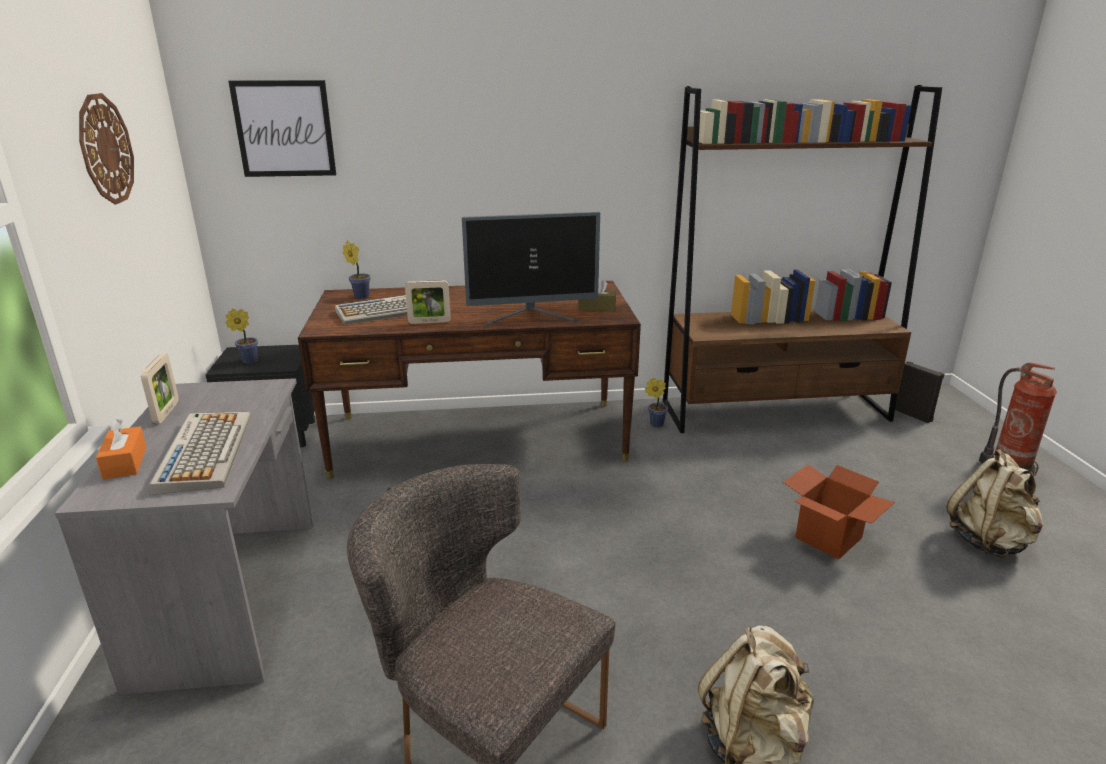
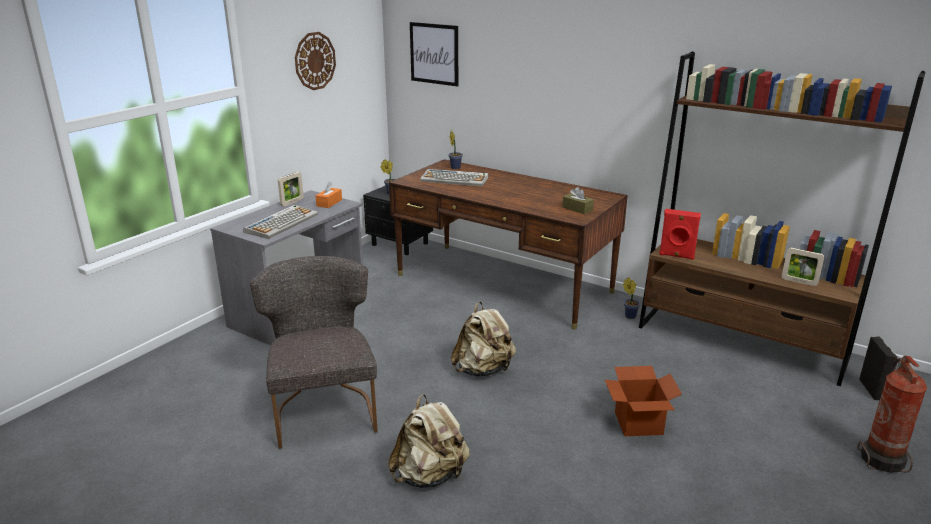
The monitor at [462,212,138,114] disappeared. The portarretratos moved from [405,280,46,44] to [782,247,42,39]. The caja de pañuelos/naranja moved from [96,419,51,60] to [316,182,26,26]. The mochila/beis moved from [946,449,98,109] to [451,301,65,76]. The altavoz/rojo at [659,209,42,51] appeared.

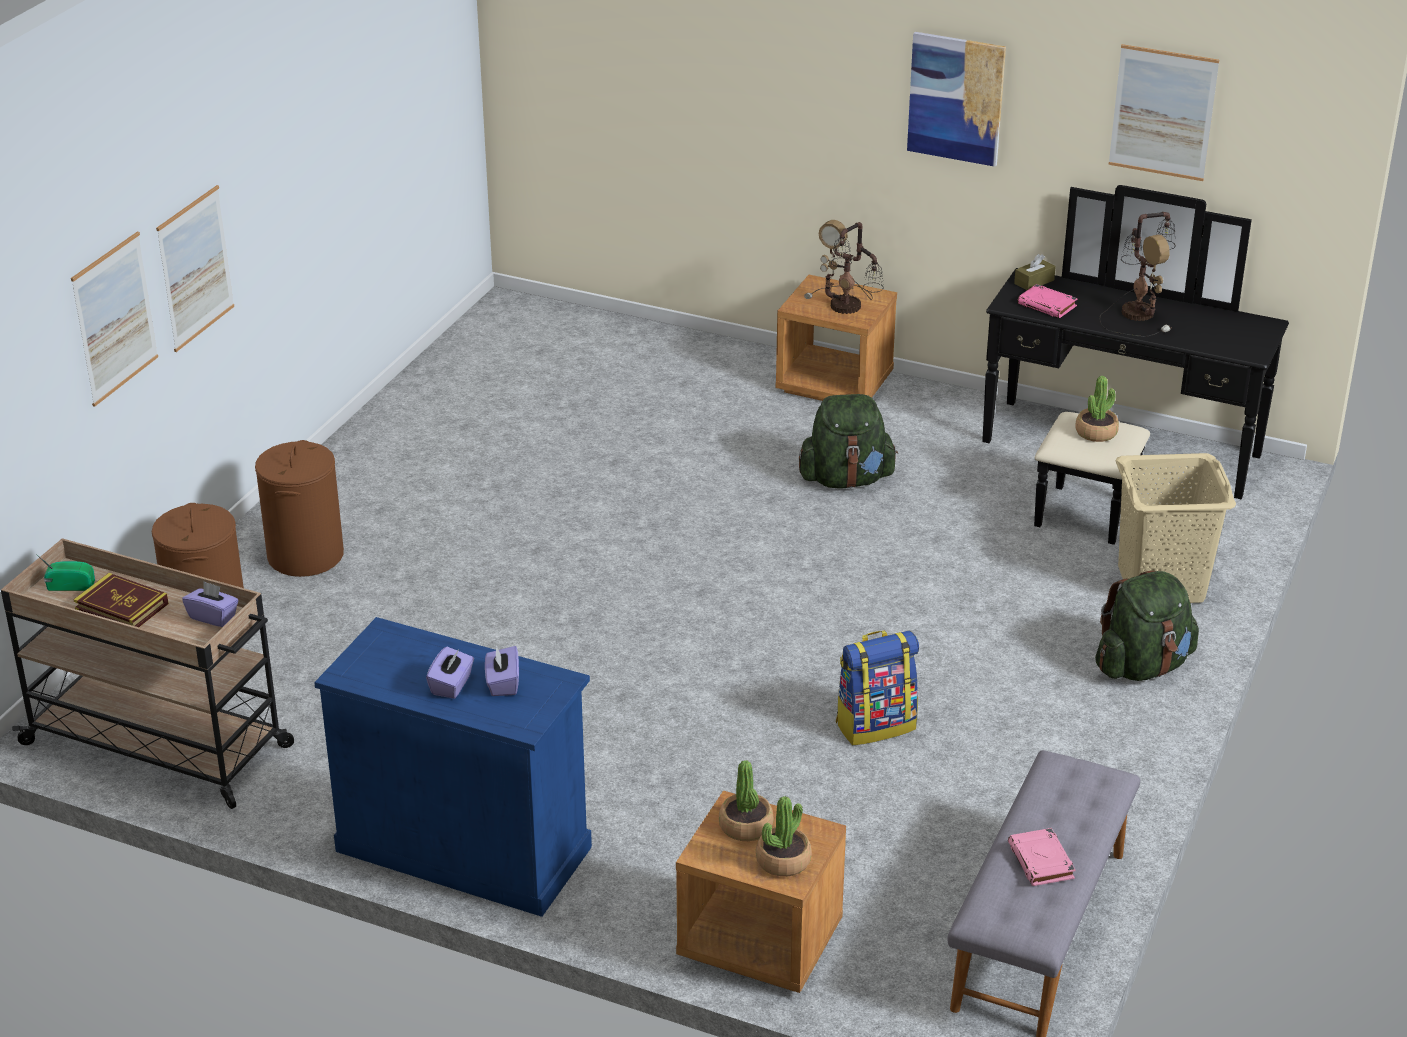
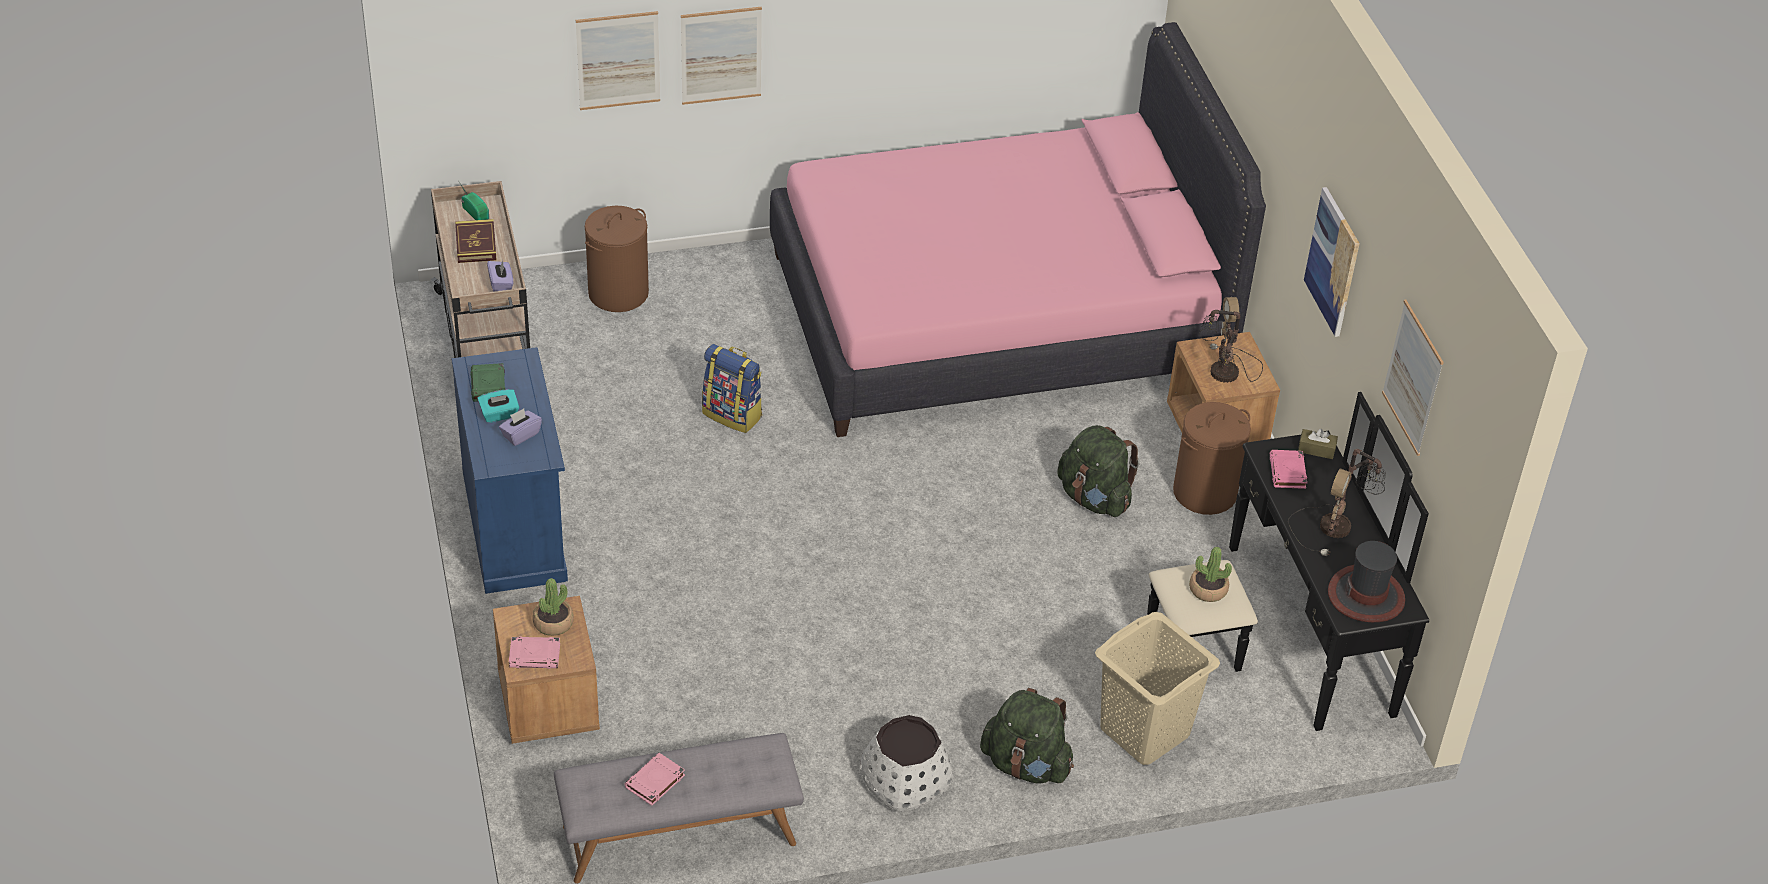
The cesto de la ropa/marrón moved from [255,440,89,137] to [1173,402,78,113]. The mochila moved from [836,631,83,114] to [702,344,60,89]. The caja de pañuelos/morado at [426,647,48,52] became the caja de pañuelos/turquesa at [477,389,42,34]. The planta en maceta at [756,796,56,81] was replaced by the libro/rosa at [509,636,51,33]. The cama/rosa at [770,22,496,415] appeared. The libro/verde at [471,363,34,39] appeared. The sombrero at [1328,541,77,81] appeared. The maceta/blanco at [860,715,93,97] appeared.

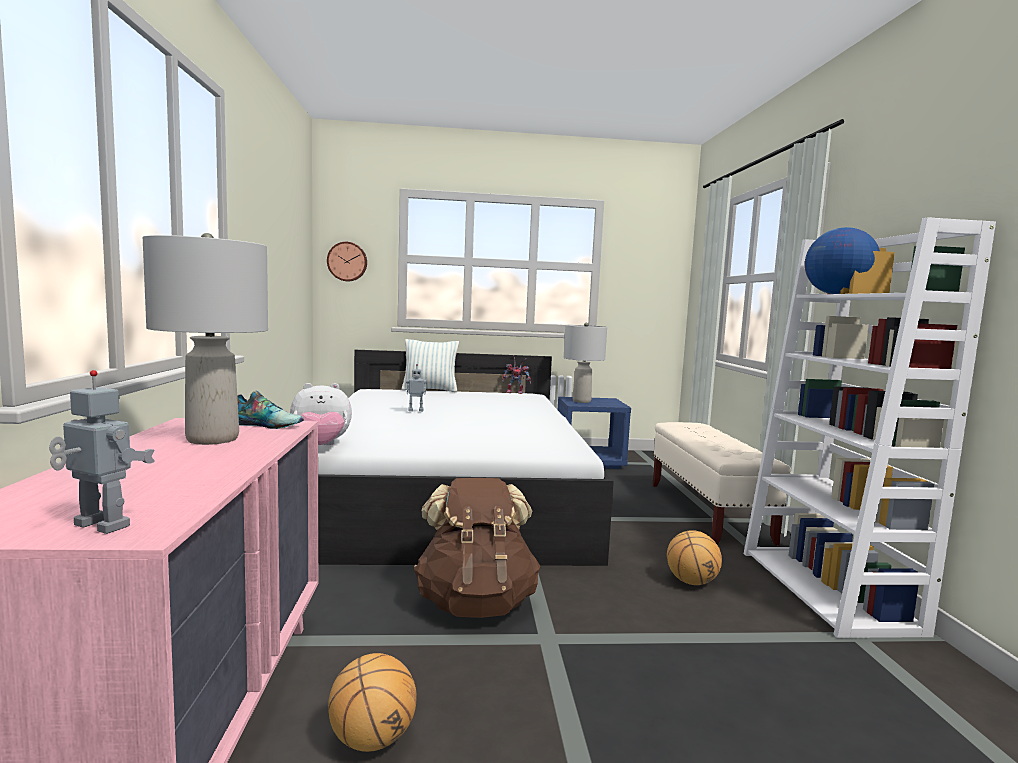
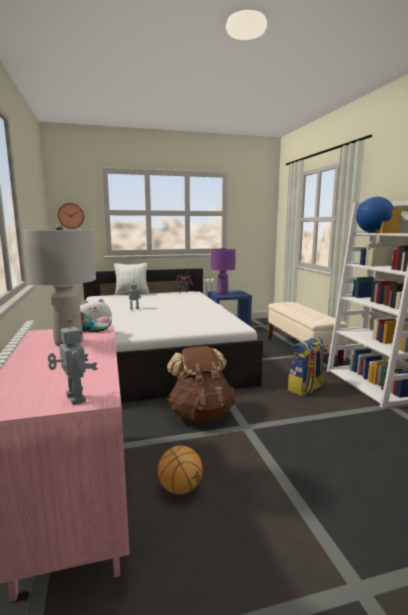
The lámpara de mesa/gris at [564,323,43,80] became the lámpara de mesa/morado at [211,248,25,47]. The robot de juguete at [49,370,106,164] turned 45 degrees clockwise. The balón de baloncesto at [667,530,55,55] was replaced by the mochila at [288,337,37,59].

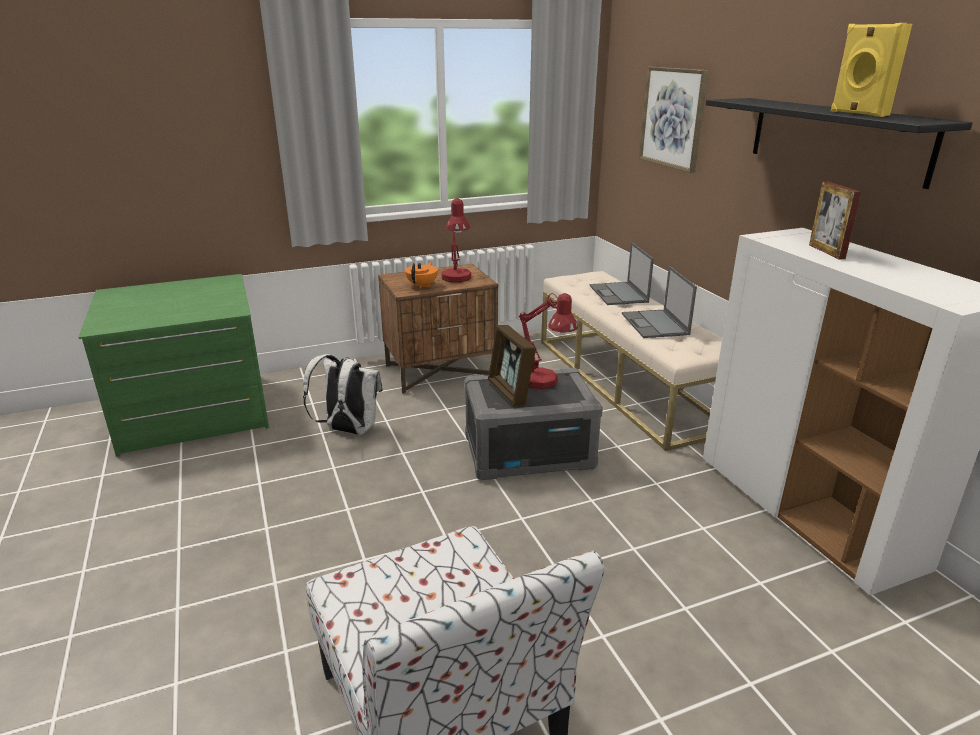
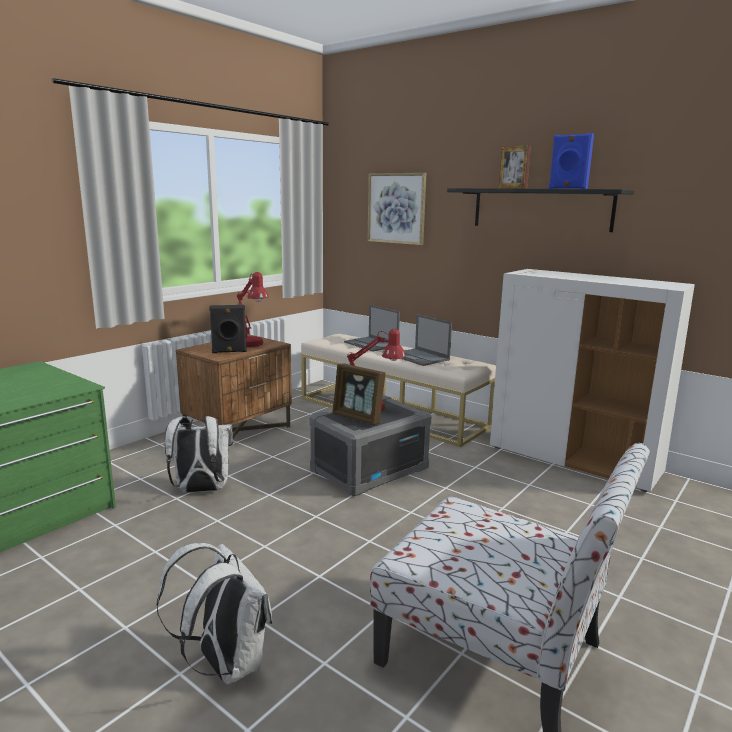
The altavoz/amarillo at [831,23,81,94] became the altavoz/azul at [549,133,45,56]. The portarretratos moved from [809,182,53,78] to [499,145,32,44]. The tetera/naranja at [405,262,33,27] was replaced by the altavoz/negro at [209,305,38,48]. The mochila/blanco at [157,543,115,142] appeared.

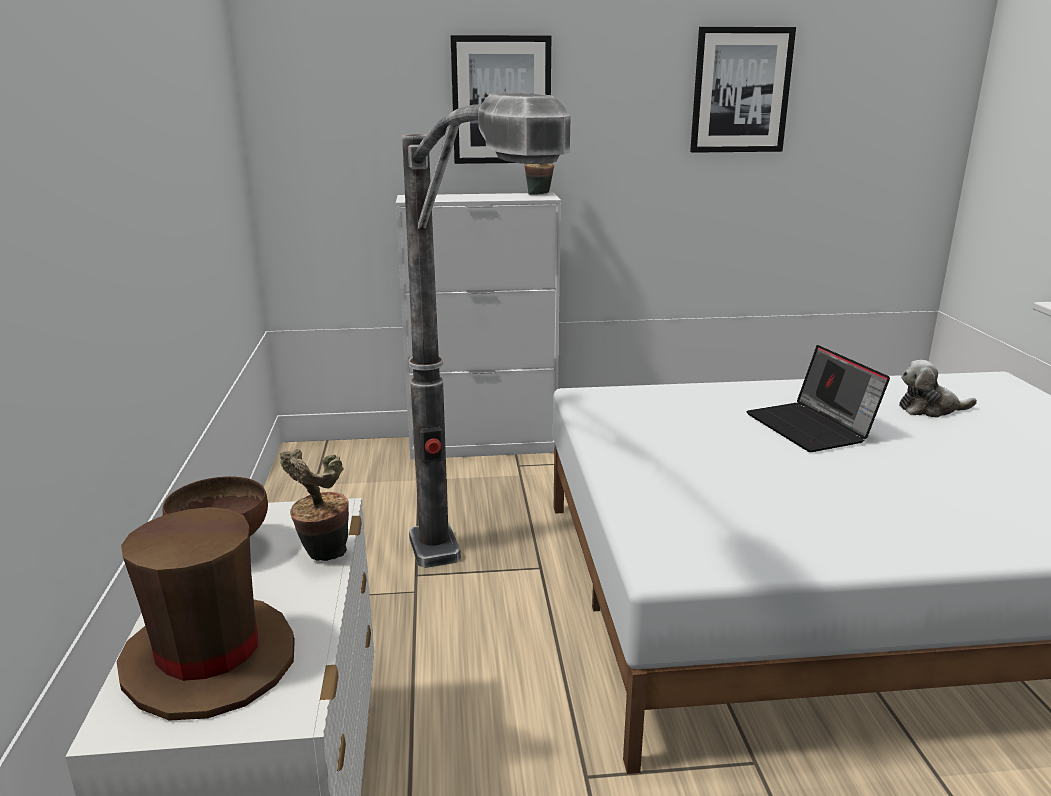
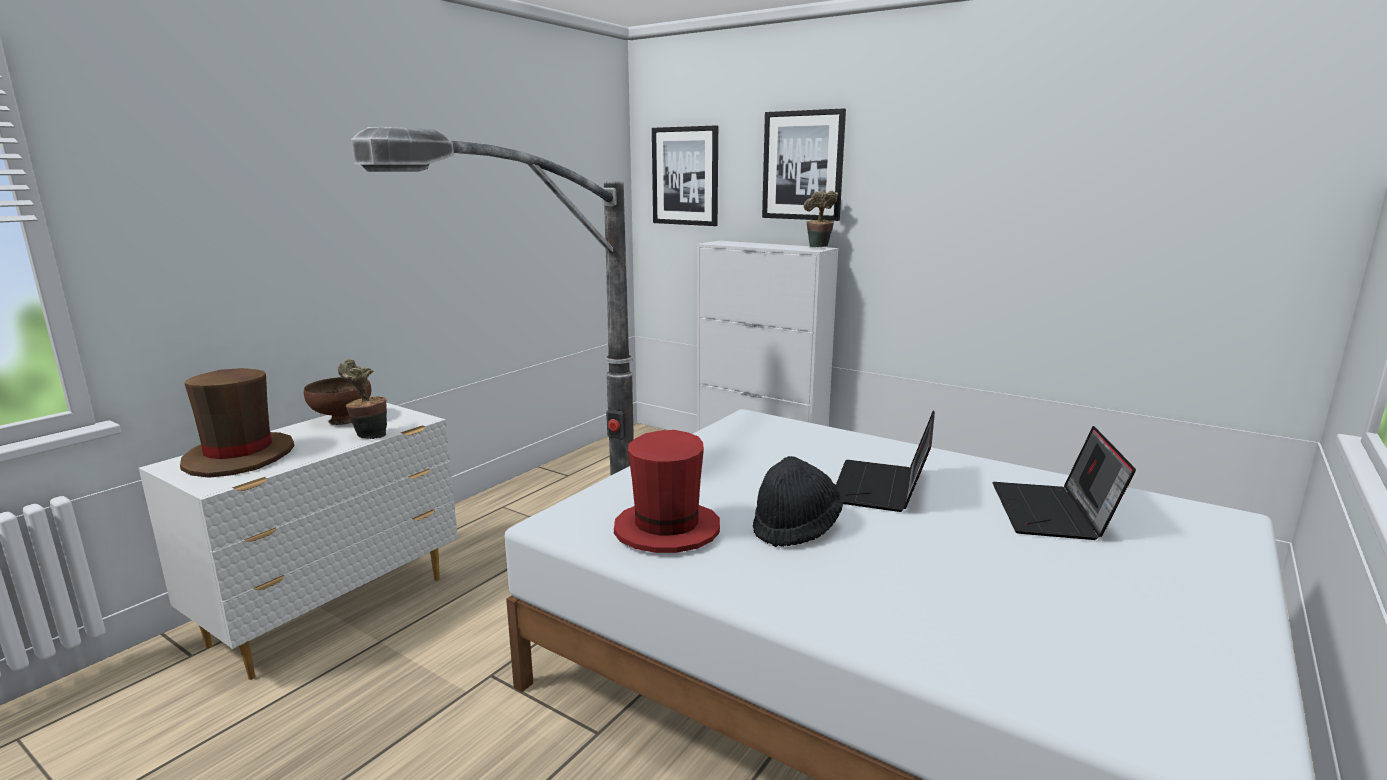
The cuadro moved from [690,27,106,126] to [652,125,66,101]. The peluche at [899,360,78,58] was replaced by the portátil at [992,426,144,114]. The sombrero/rojo at [614,430,106,123] appeared. The sombrero/negro at [753,456,90,91] appeared.

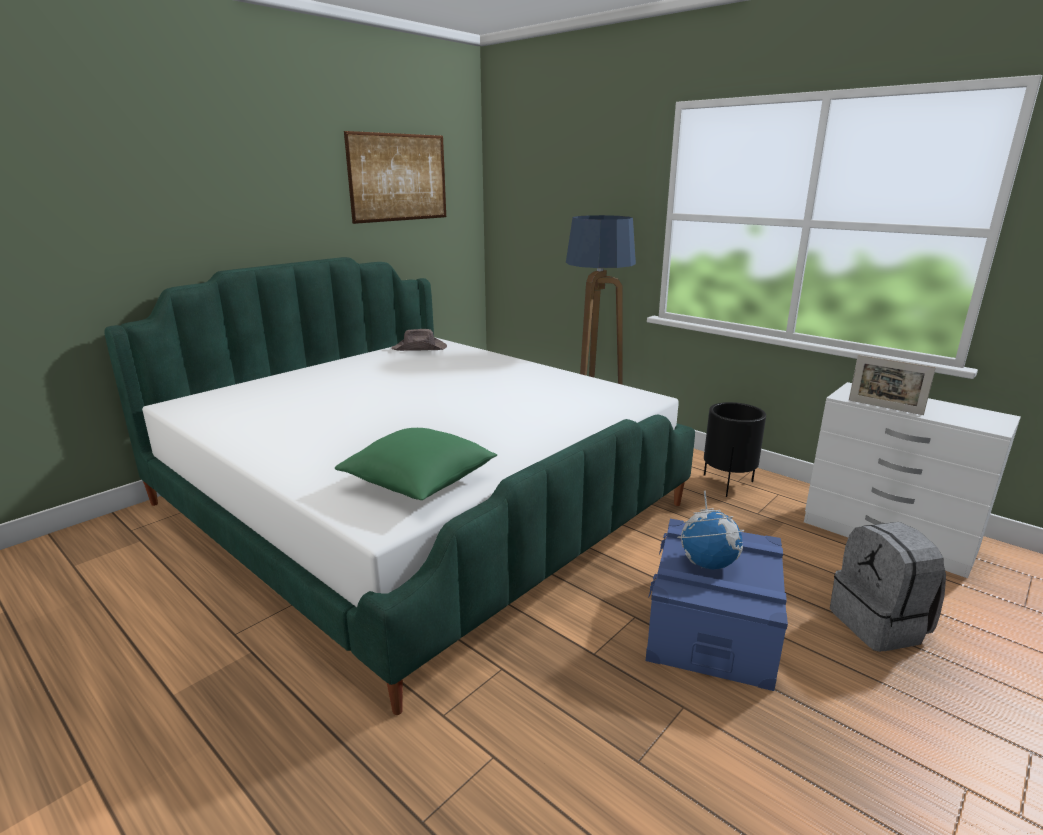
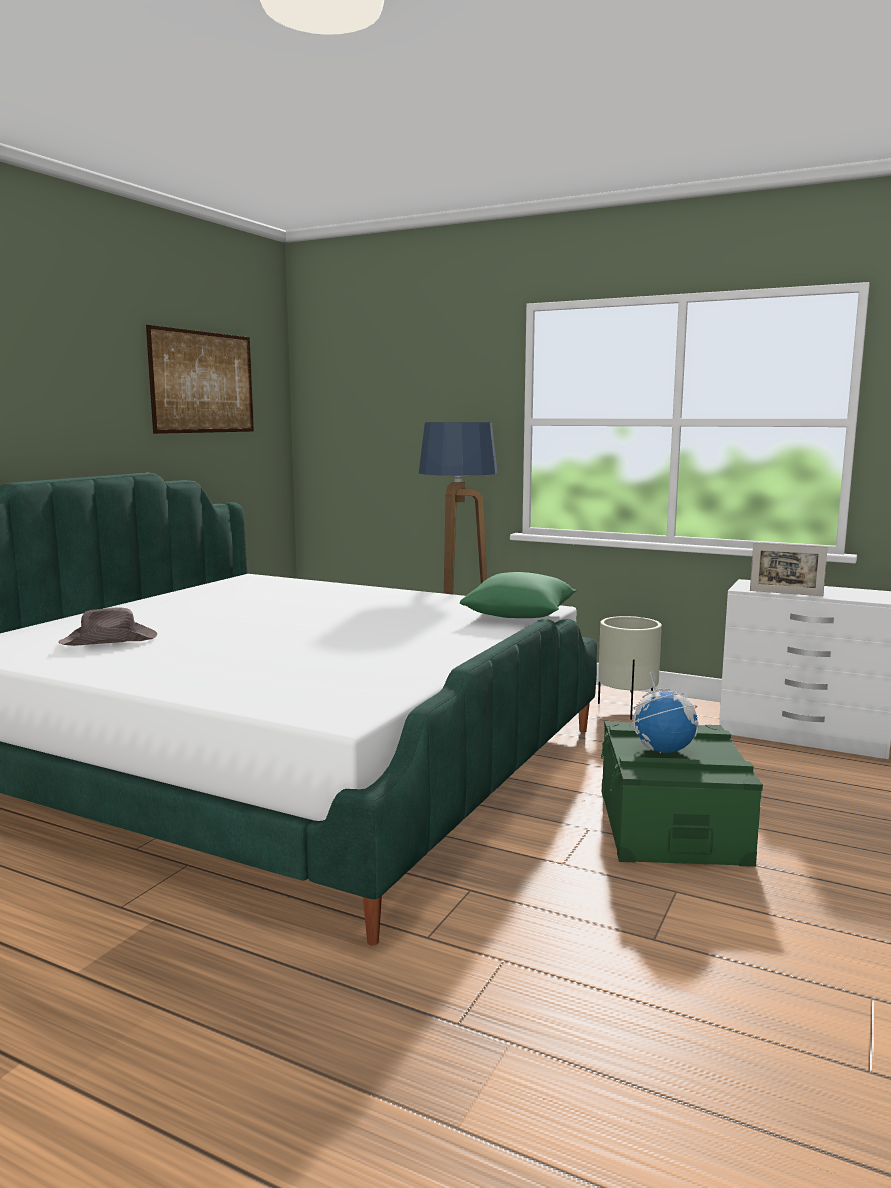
The sombrero/marrón moved from [391,329,56,22] to [58,608,99,38]. The maceta/negro at [704,402,62,95] became the maceta/beis at [598,616,64,104]. The cojín/verde moved from [335,428,162,72] to [460,572,117,46]. The caja de almacenaje/azul at [646,519,142,172] became the caja de almacenaje/verde at [601,721,162,146]. The mochila/gris at [830,522,116,130] disappeared.

